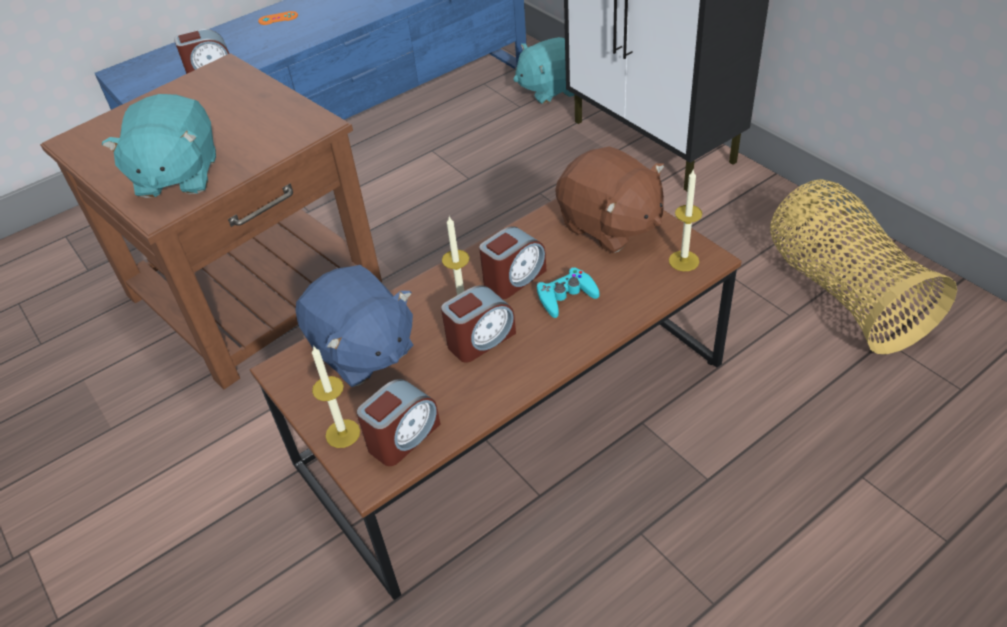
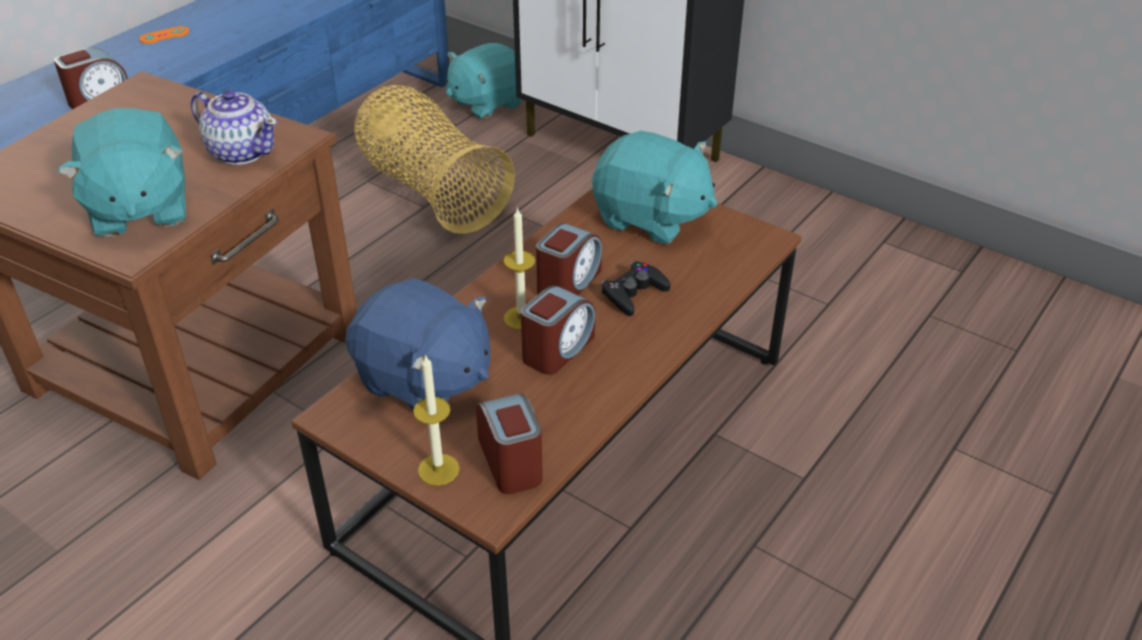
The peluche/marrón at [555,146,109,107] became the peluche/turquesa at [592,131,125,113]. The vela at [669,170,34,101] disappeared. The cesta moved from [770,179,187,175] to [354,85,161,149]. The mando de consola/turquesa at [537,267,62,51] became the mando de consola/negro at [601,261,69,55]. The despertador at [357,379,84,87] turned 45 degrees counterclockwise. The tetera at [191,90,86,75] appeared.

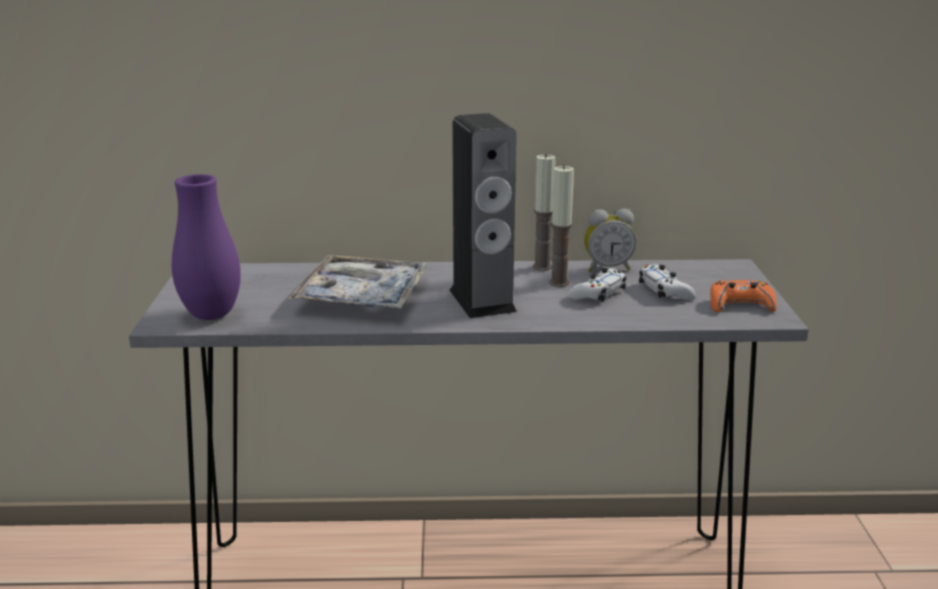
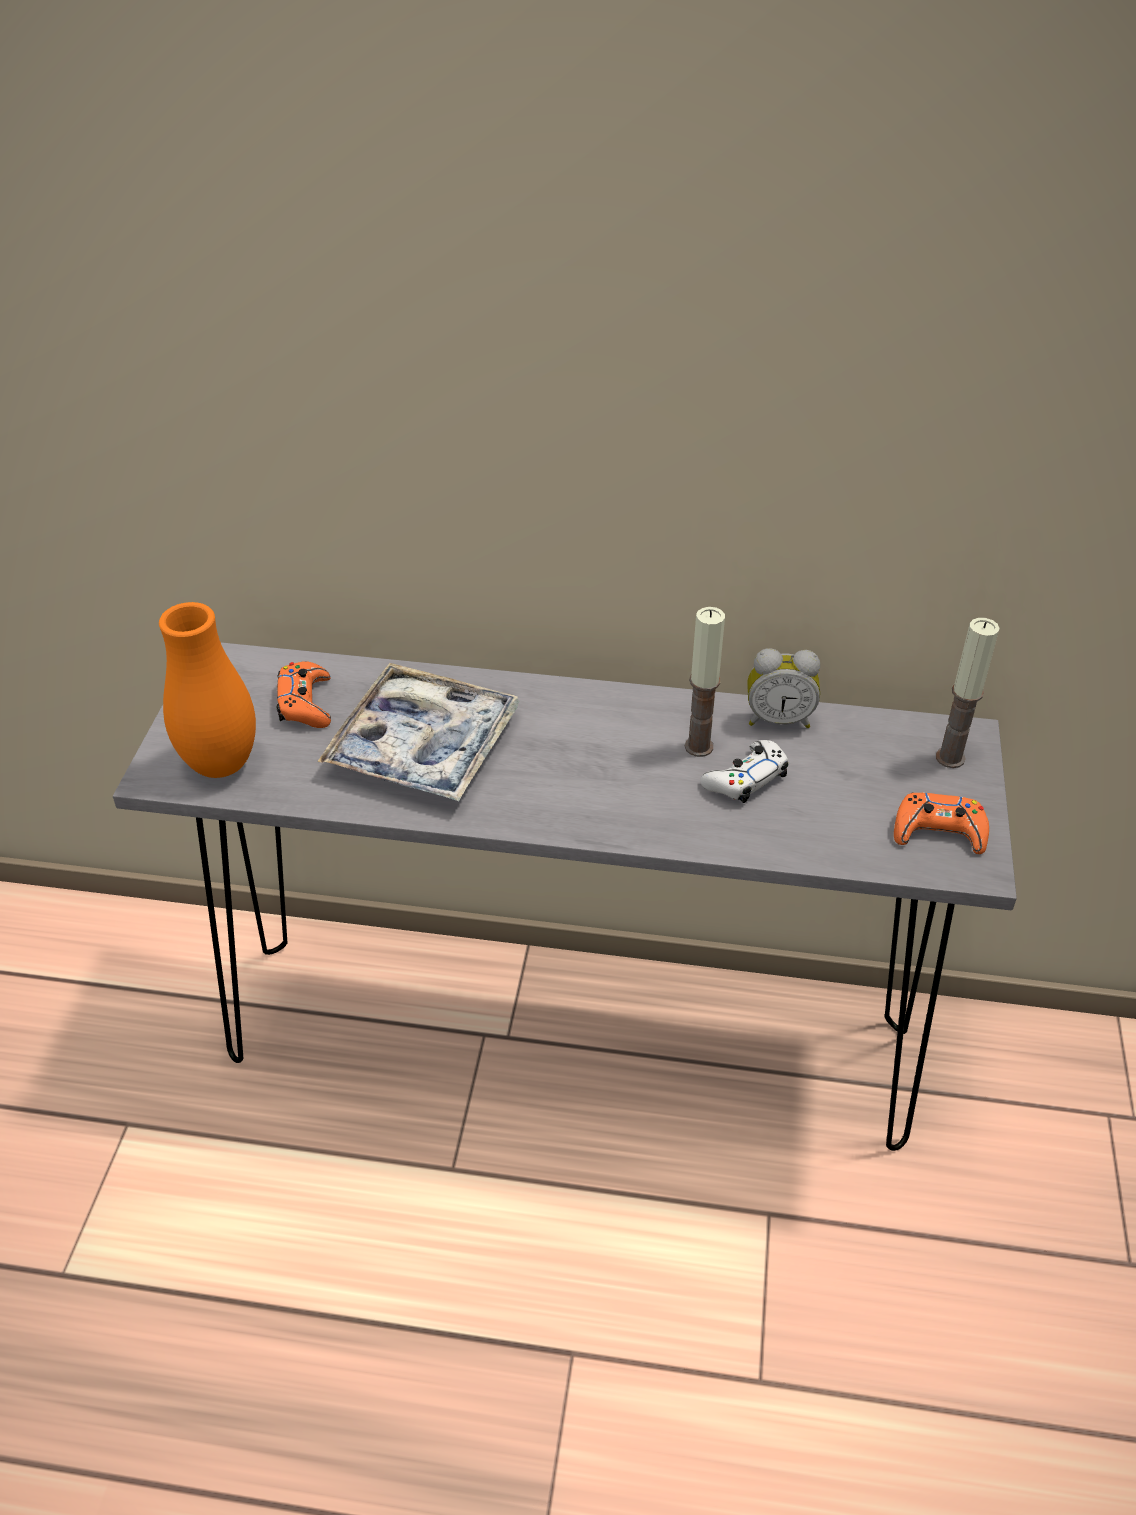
The altavoz at [450,113,67,205] disappeared. The vela moved from [532,153,23,118] to [936,618,64,150]. The florero/morado at [172,174,69,146] became the florero/naranja at [159,602,97,176]. The mando de consola/blanco at [639,264,57,36] disappeared. The mando de consola/naranja at [276,661,55,67] appeared.

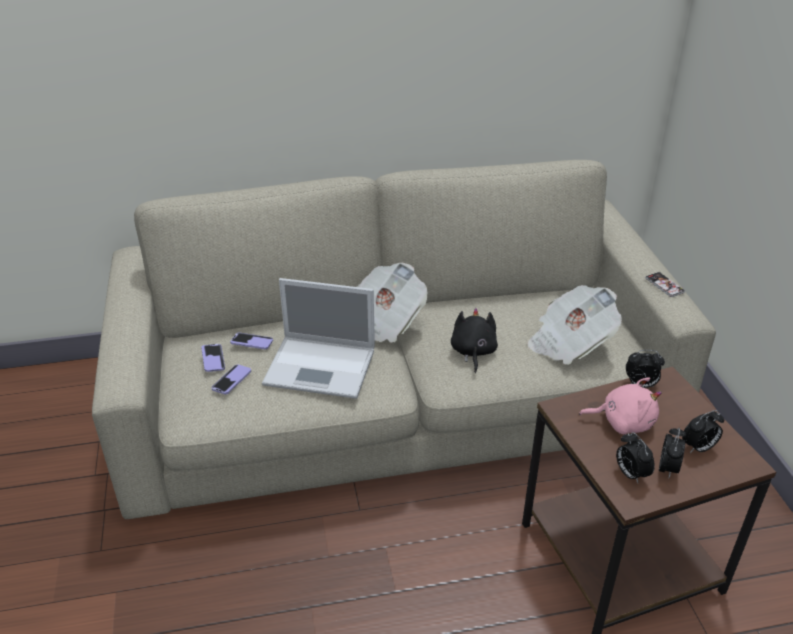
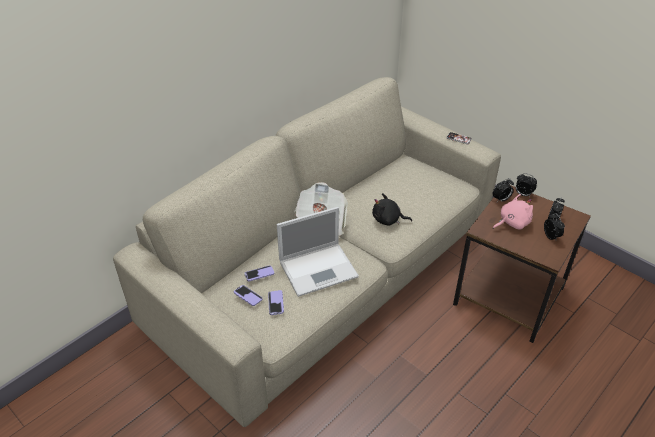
The periódico at [527,285,95,80] disappeared. The peluche/negro at [451,308,47,65] turned 45 degrees counterclockwise. The despertador moved from [616,432,39,51] to [516,173,21,24].

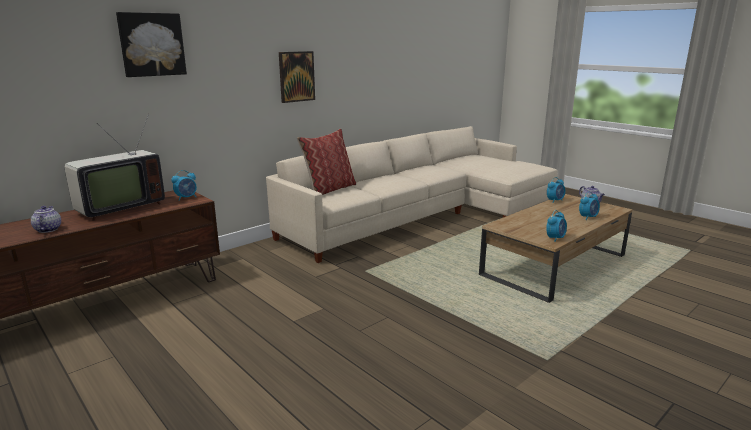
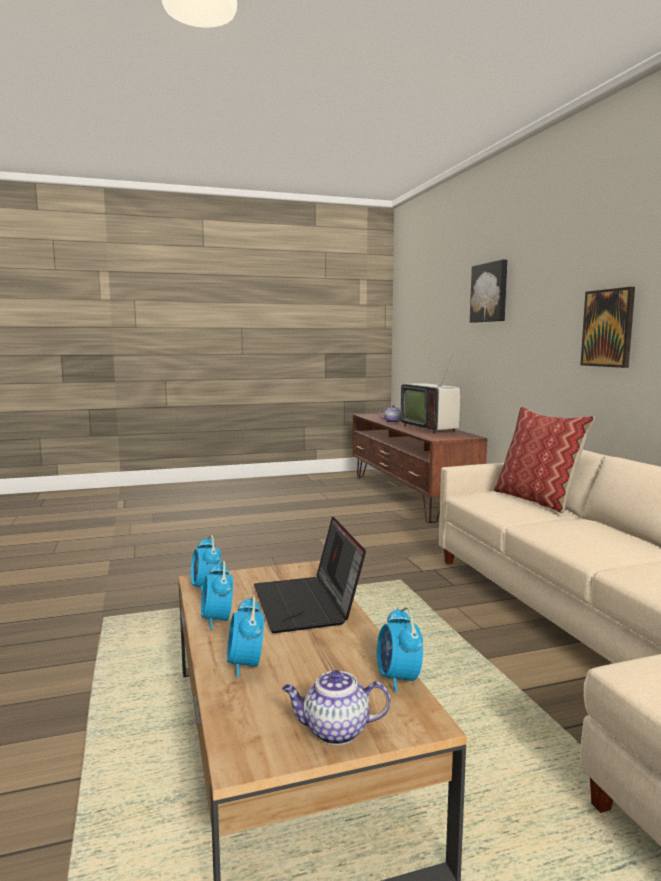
The despertador moved from [171,170,26,31] to [201,561,32,69]. The portátil at [254,516,112,117] appeared.

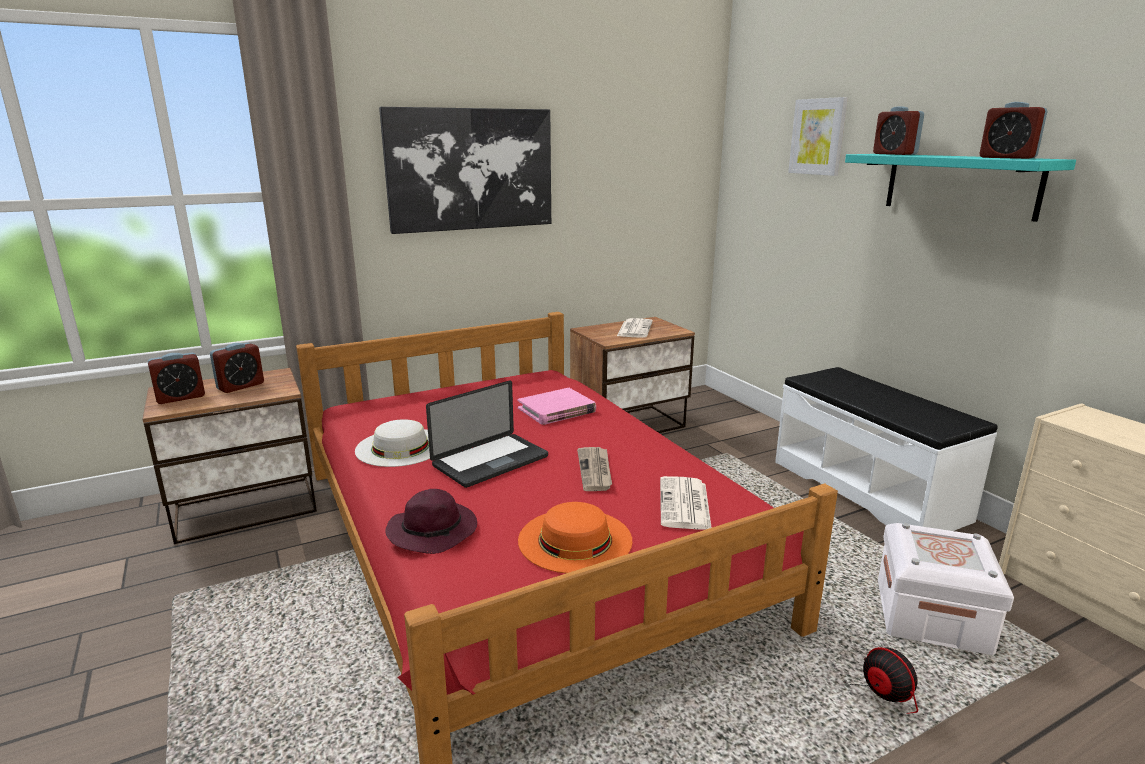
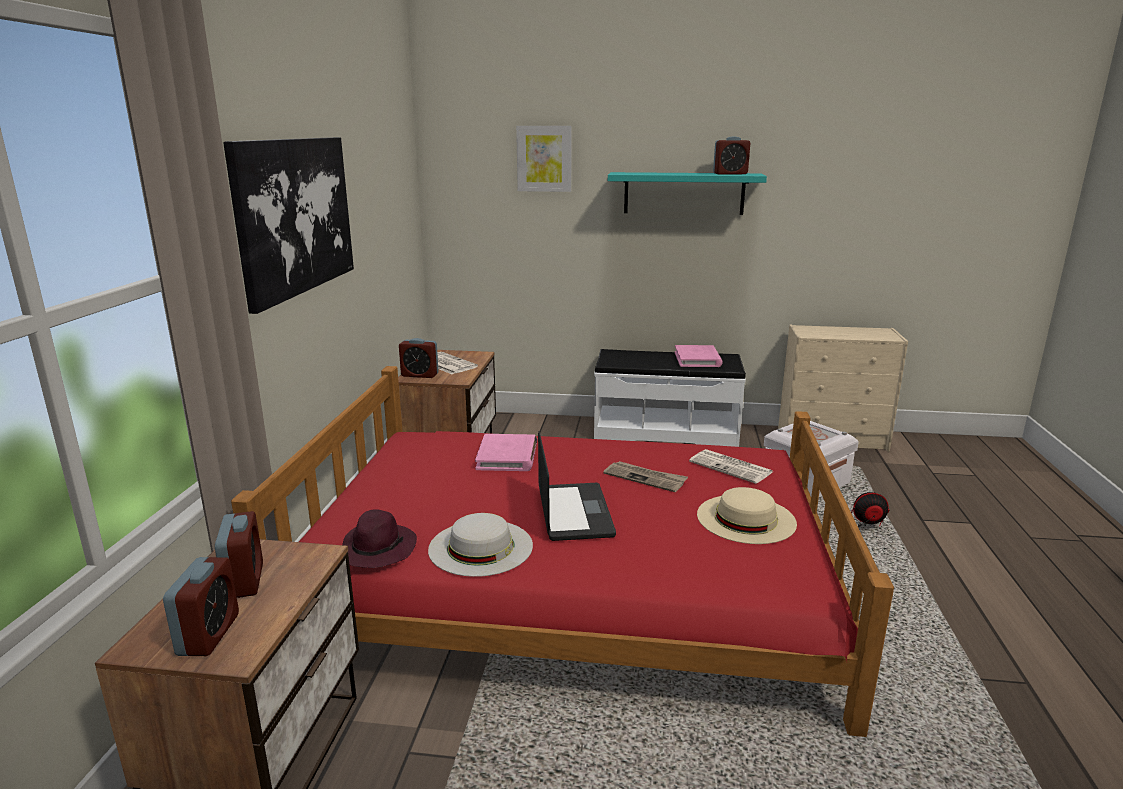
The despertador moved from [873,106,51,49] to [399,338,40,40]. The sombrero/morado moved from [385,489,92,65] to [342,509,75,59]. The sombrero/naranja at [518,502,114,71] became the sombrero/beis at [697,487,100,57]. The libro/rosa at [675,345,48,22] appeared.

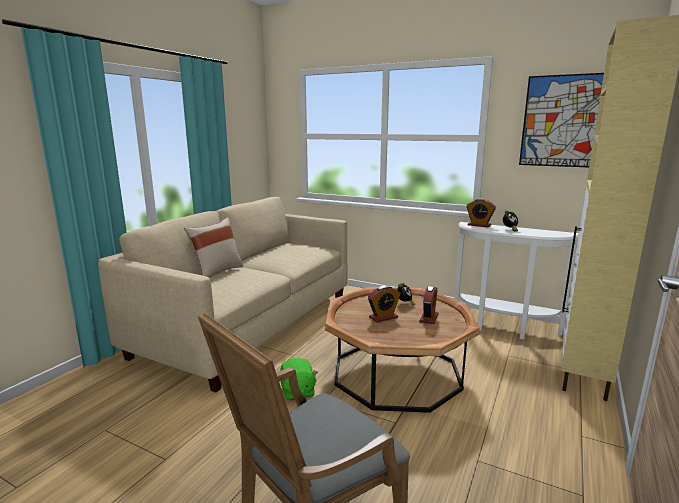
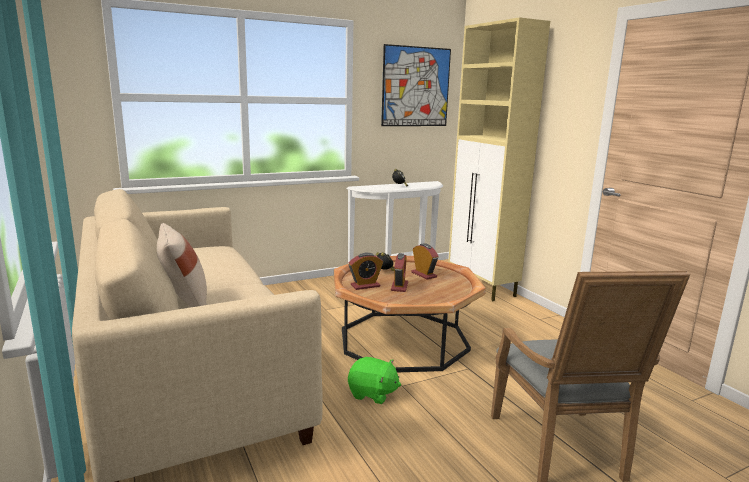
The despertador moved from [467,199,29,29] to [348,253,35,37].

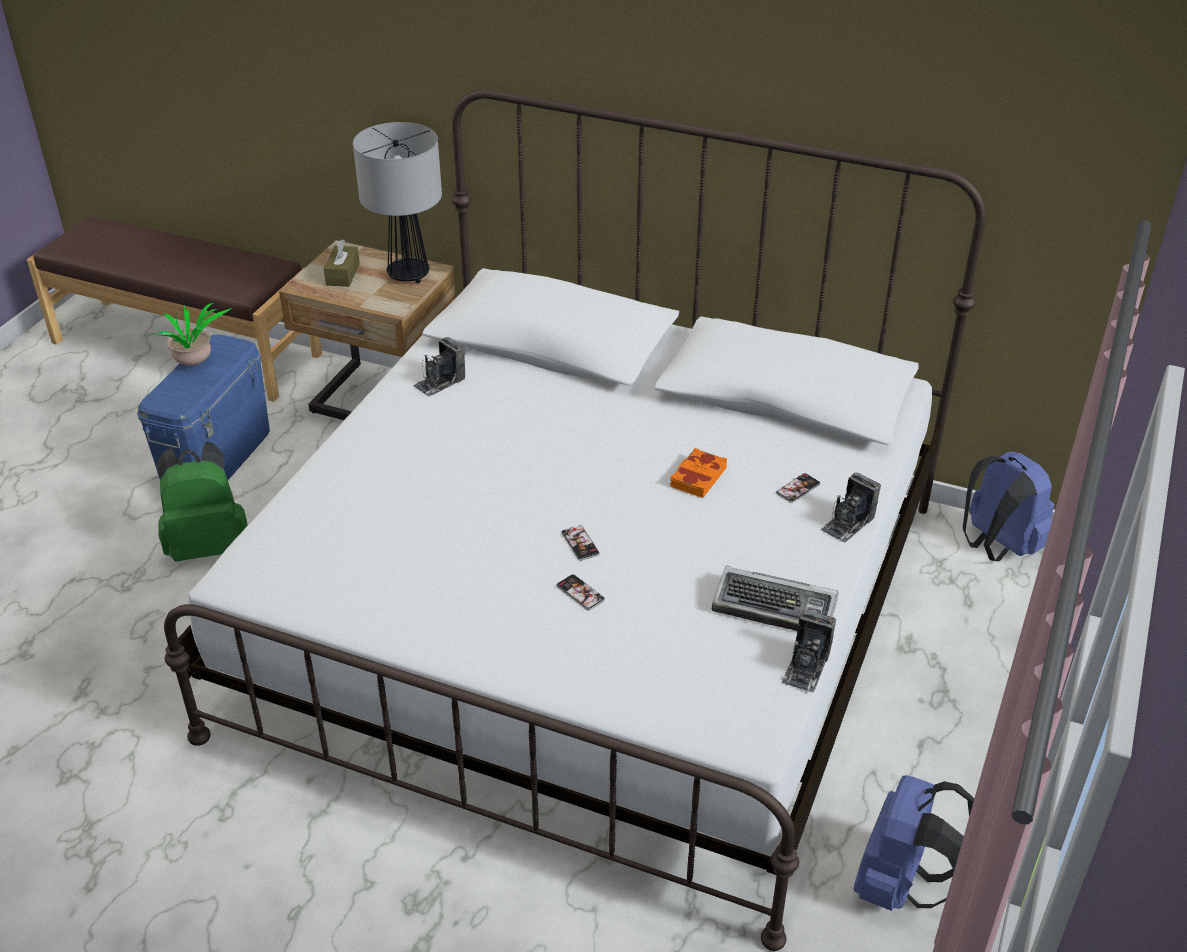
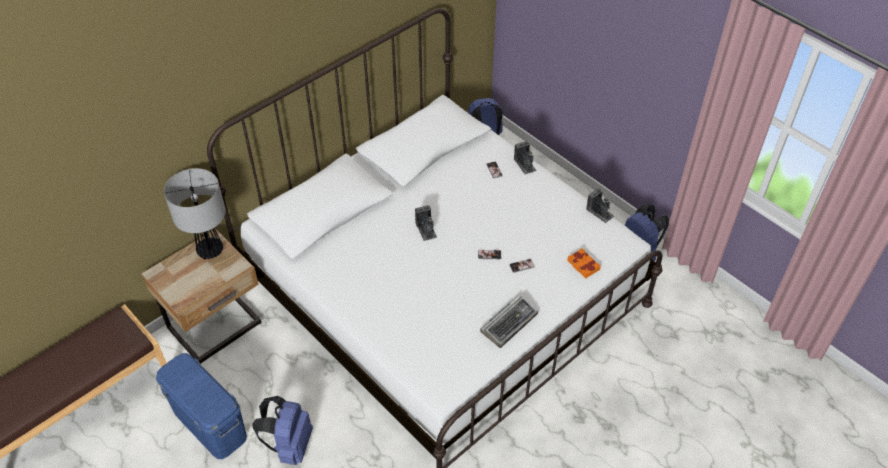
The caja de pañuelos/marrón at [324,239,36,48] disappeared. The planta en maceta at [148,303,84,63] disappeared. The cámara moved from [413,337,52,59] to [415,205,22,36]. The mochila/verde at [157,441,90,120] became the mochila/azul at [253,396,60,69]. The libro/naranja moved from [670,448,57,50] to [567,248,34,30]. The teclado moved from [712,566,127,65] to [480,296,58,52].

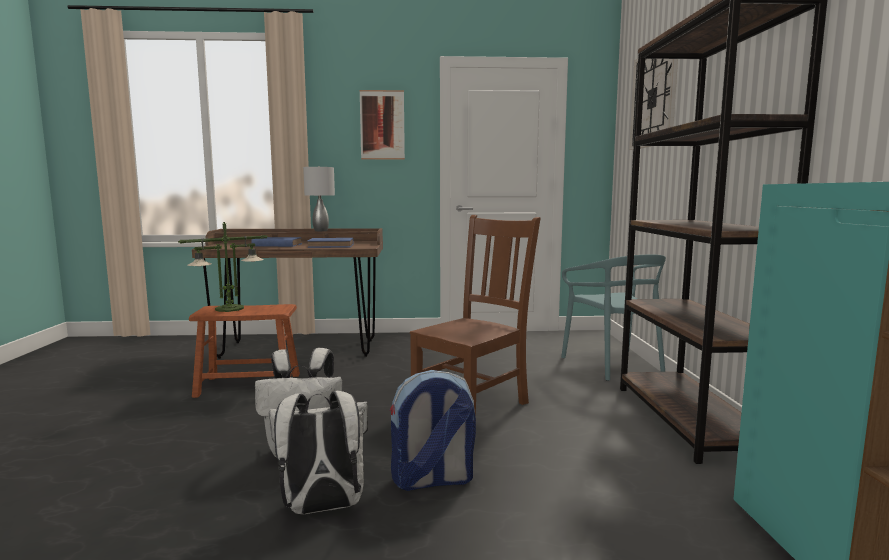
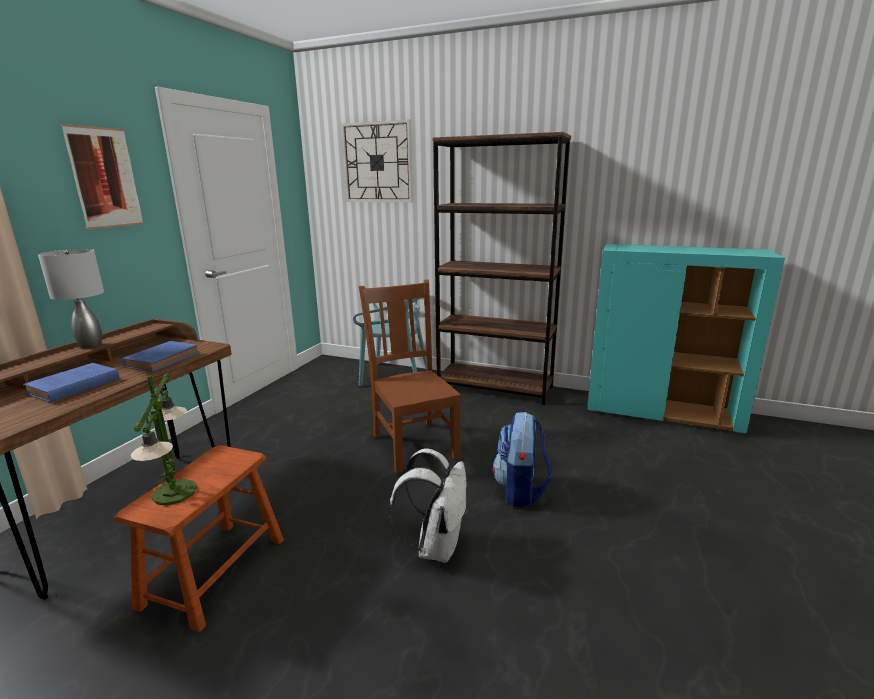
The mochila/blanco at [269,391,99,123] disappeared.

